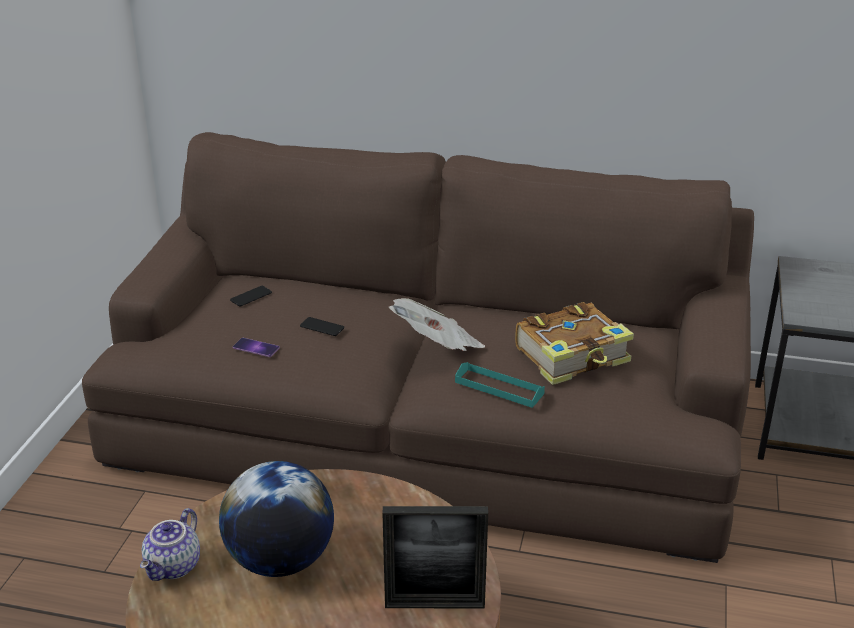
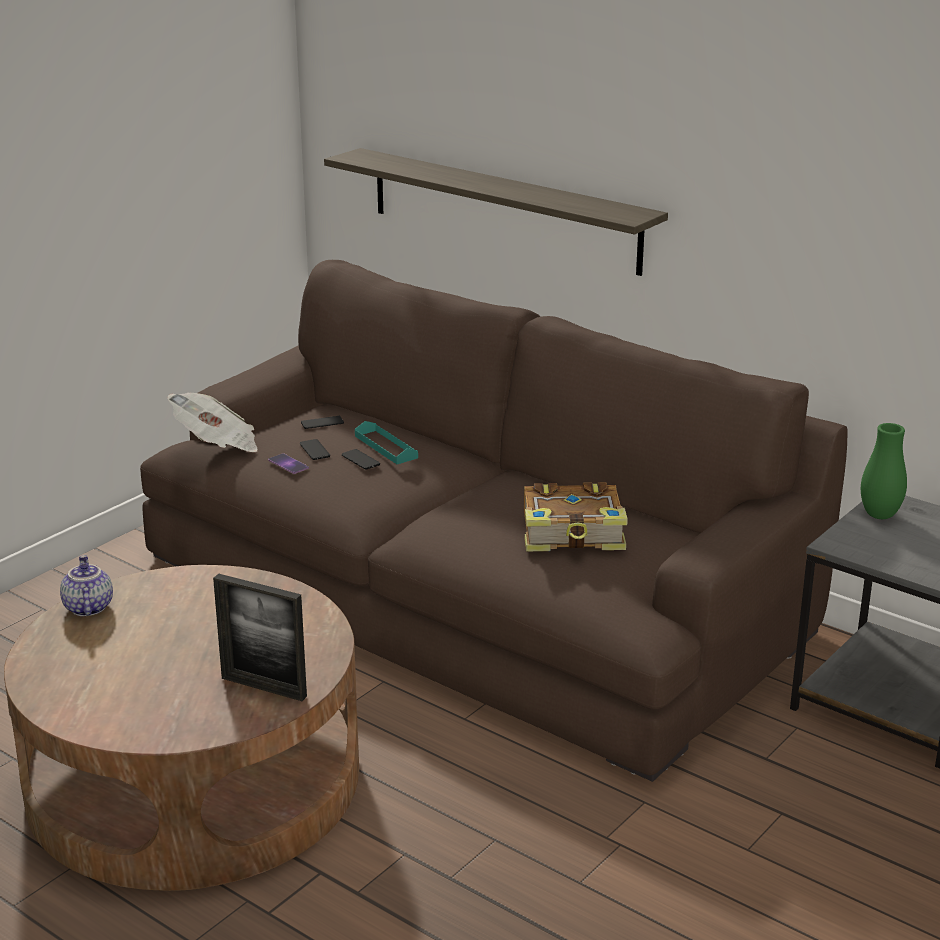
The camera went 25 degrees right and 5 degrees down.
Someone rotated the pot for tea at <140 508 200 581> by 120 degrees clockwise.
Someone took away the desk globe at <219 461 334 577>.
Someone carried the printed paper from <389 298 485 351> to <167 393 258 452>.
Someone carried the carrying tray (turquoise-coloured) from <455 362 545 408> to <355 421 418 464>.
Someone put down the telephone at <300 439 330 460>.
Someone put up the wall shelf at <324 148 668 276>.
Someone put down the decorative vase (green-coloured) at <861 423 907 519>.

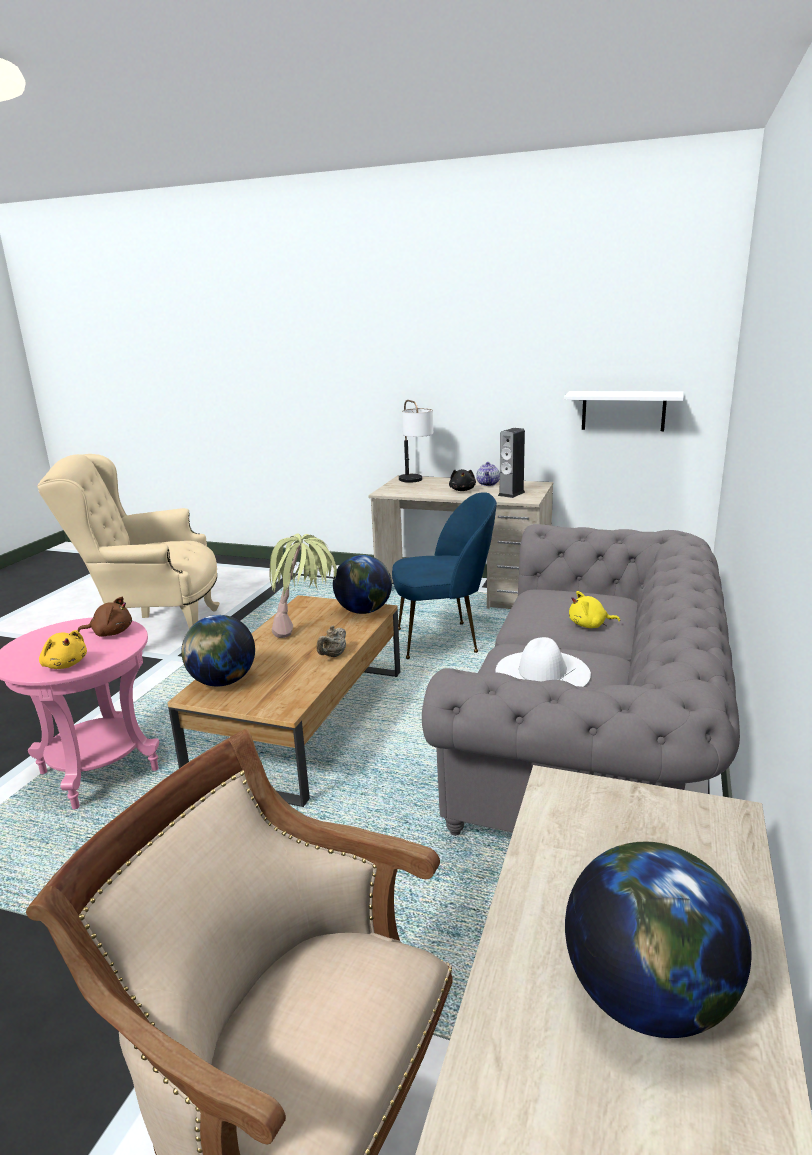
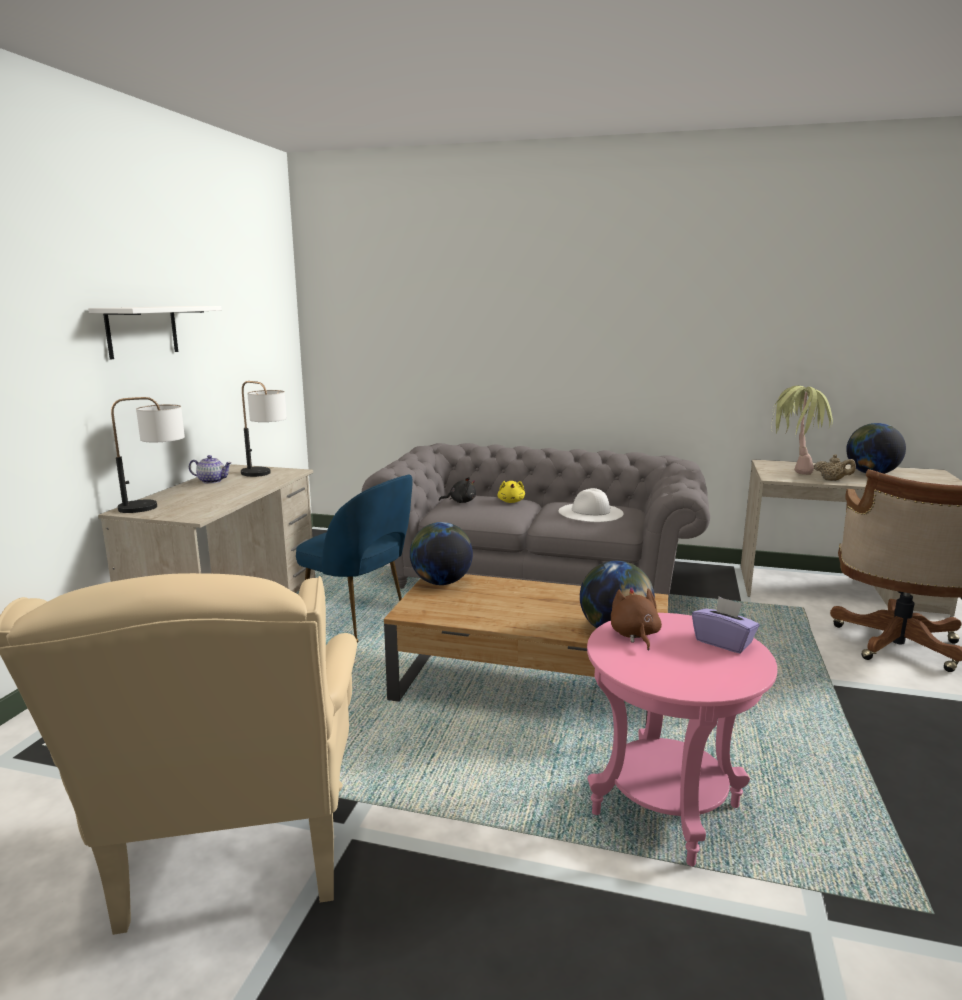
The camera went 95 degrees left and 5 degrees down.
Someone swapped the soft toy (yellow-coloured) at <39 630 87 669> for the box of tissues (purplish) at <692 597 760 654>.
Someone carried the houseplant from <269 533 337 638> to <771 386 833 475>.
Someone carried the pot for tea (sand-coloured) from <317 625 346 657> to <814 454 856 481>.
Someone rotated the chair (blue-coloured) at <392 492 497 659> by 135 degrees clockwise.
Someone carried the soft toy (black) from <449 469 476 491> to <439 477 476 503>.
Someone swapped the speaker at <498 428 525 498> for the tabletop lamp at <241 381 287 477>.
Someone carried the wall shelf (white) from <564 391 684 431> to <88 306 222 359>.

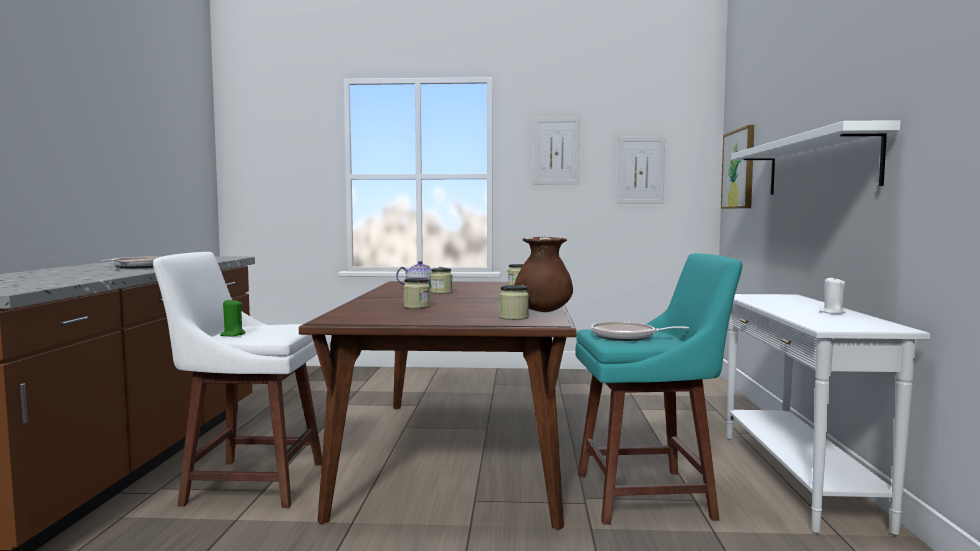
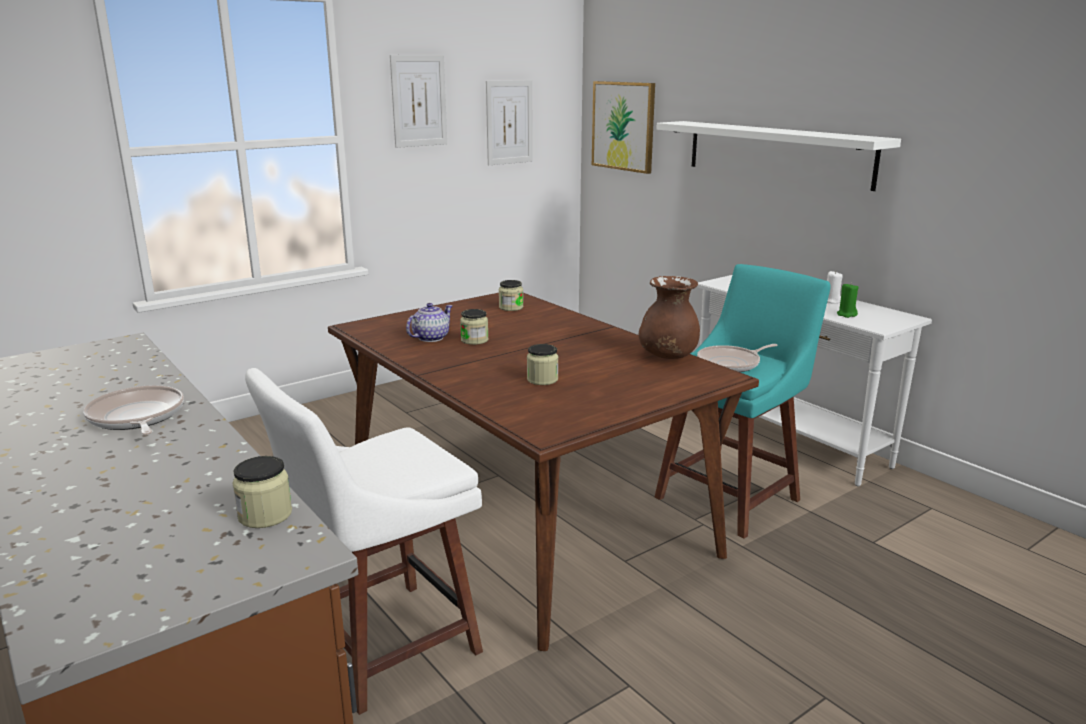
The camera went 40 degrees left and 15 degrees up.
Someone carried the candle (green-coloured) from <220 298 245 336> to <837 283 858 318>.
Someone carried the jar from <499 285 529 320> to <232 456 292 528>.

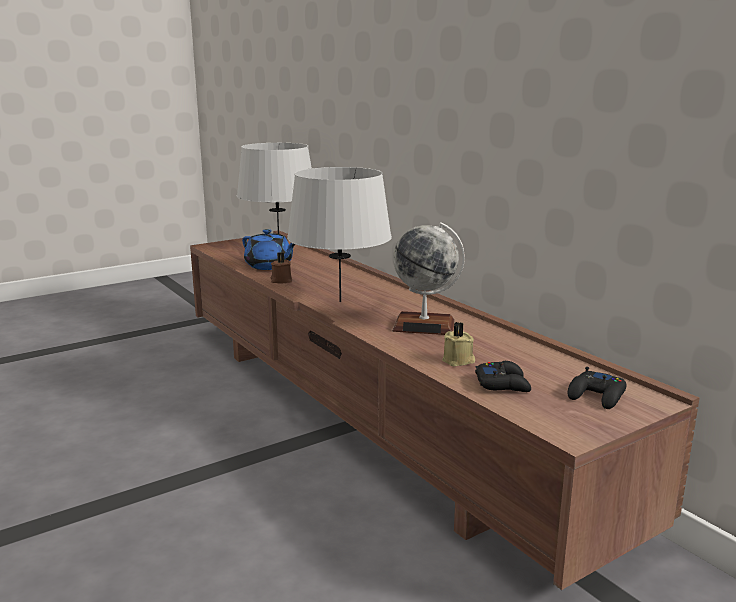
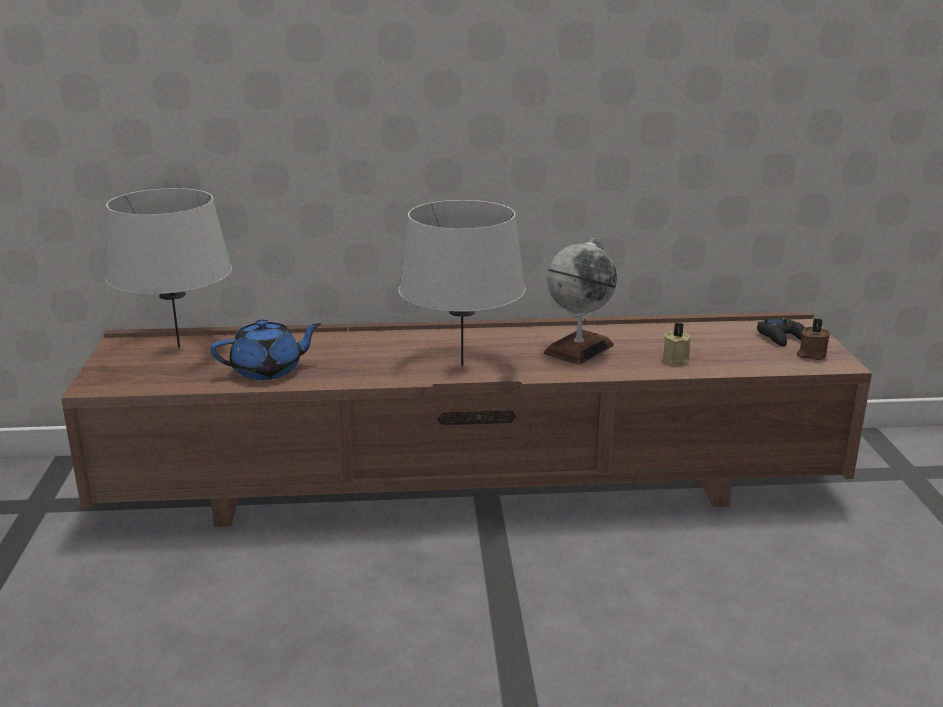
The camera went 60 degrees left and 5 degrees up.
Someone carried the candle (brownish) from <271 252 292 284> to <797 318 831 360>.
Someone took away the joypad (black) at <475 361 531 392>.

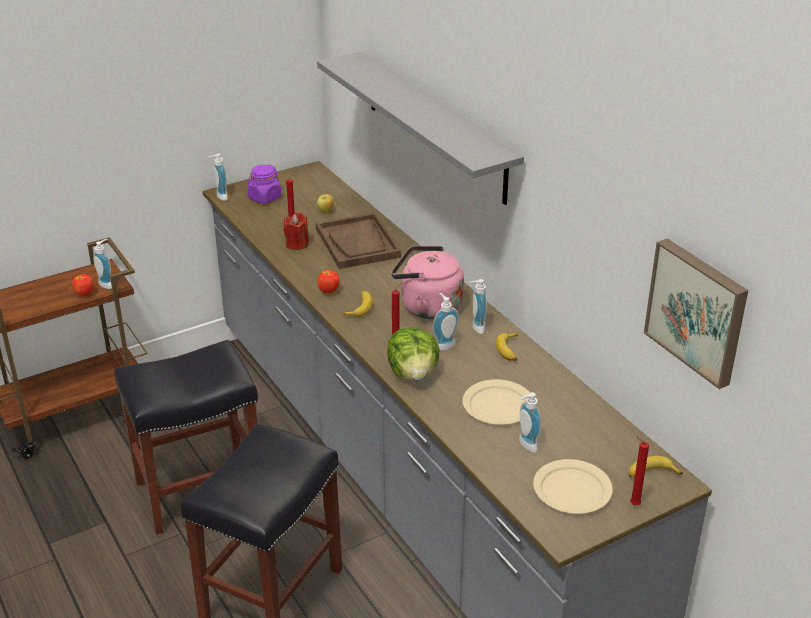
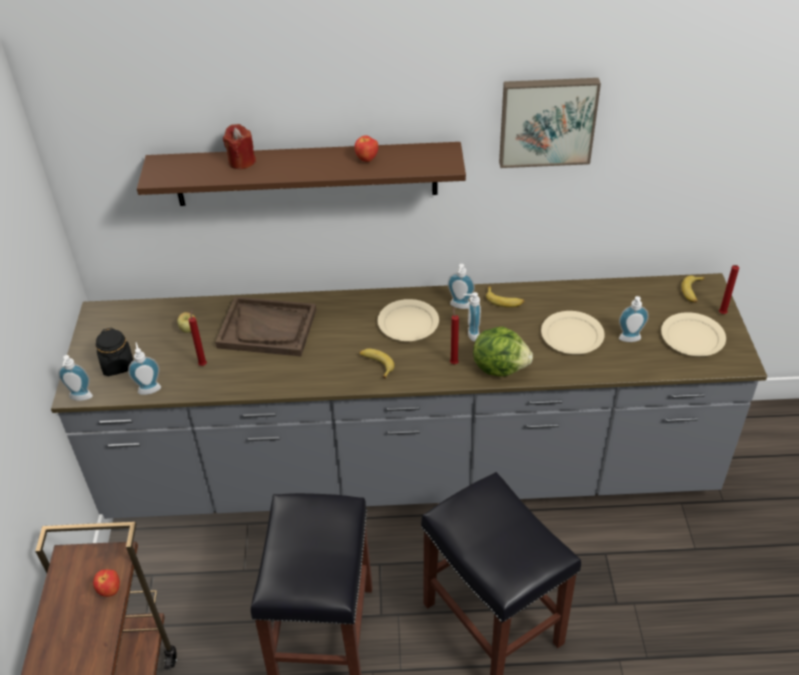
The camera went 60 degrees left and 10 degrees up.
Someone carried the soap bottle from <93 239 112 289> to <128 342 161 395>.
Someone repainted the jar (purplish) at <247 165 281 204>, which became the jar (black) at <96 327 133 376>.
Someone carried the candle (red-coloured) from <283 212 309 250> to <223 124 256 169>.
Someone repainted the wall shelf (gray) at <317 51 524 205>, which became the wall shelf (brownish) at <137 142 466 206>.
Someone carried the apple fruit from <317 270 340 294> to <355 135 378 162>.
Someone swapped the water kettle (pinkish) at <391 246 464 319> for the flat dish (sand-coloured) at <378 299 439 341>.
Someone carried the picture from <644 238 748 389> to <499 78 601 168>.

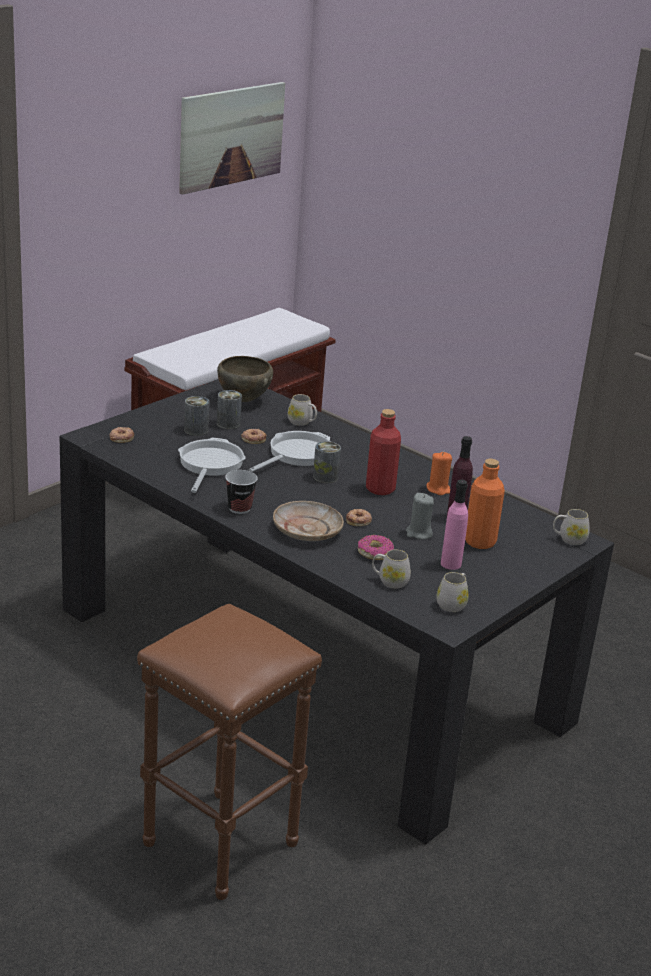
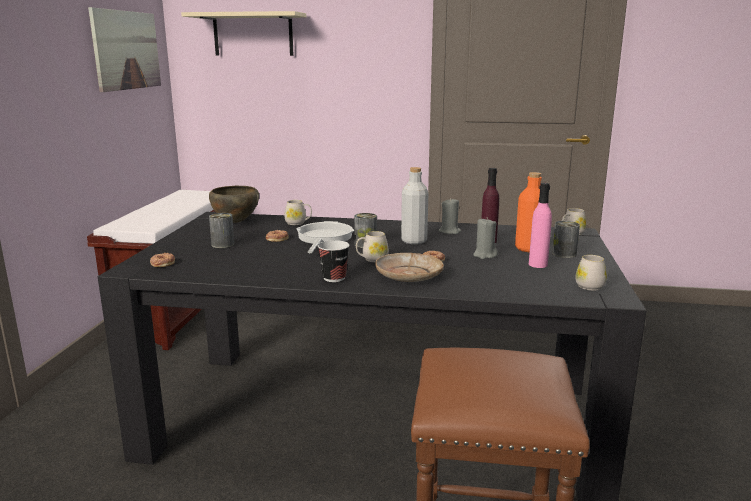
The camera went 30 degrees left and 10 degrees down.
Someone took away the skillet at <178 438 246 493>.
Someone carried the metal can from <217 390 242 429> to <552 221 580 258>.
Someone took away the doughnut at <358 535 394 560>.
Someone repainted the drink bottle (red-coloured) at <366 409 401 495>, which became the drink bottle (gray) at <401 167 428 244>.
Someone carried the tea mug (white) from <372 549 411 589> to <356 231 389 262>.
Someone repainted the candle (orange) at <426 452 452 495>, which became the candle (gray) at <439 199 461 234>.
Someone put up the wall shelf (sand-coloured) at <181 11 306 56>.

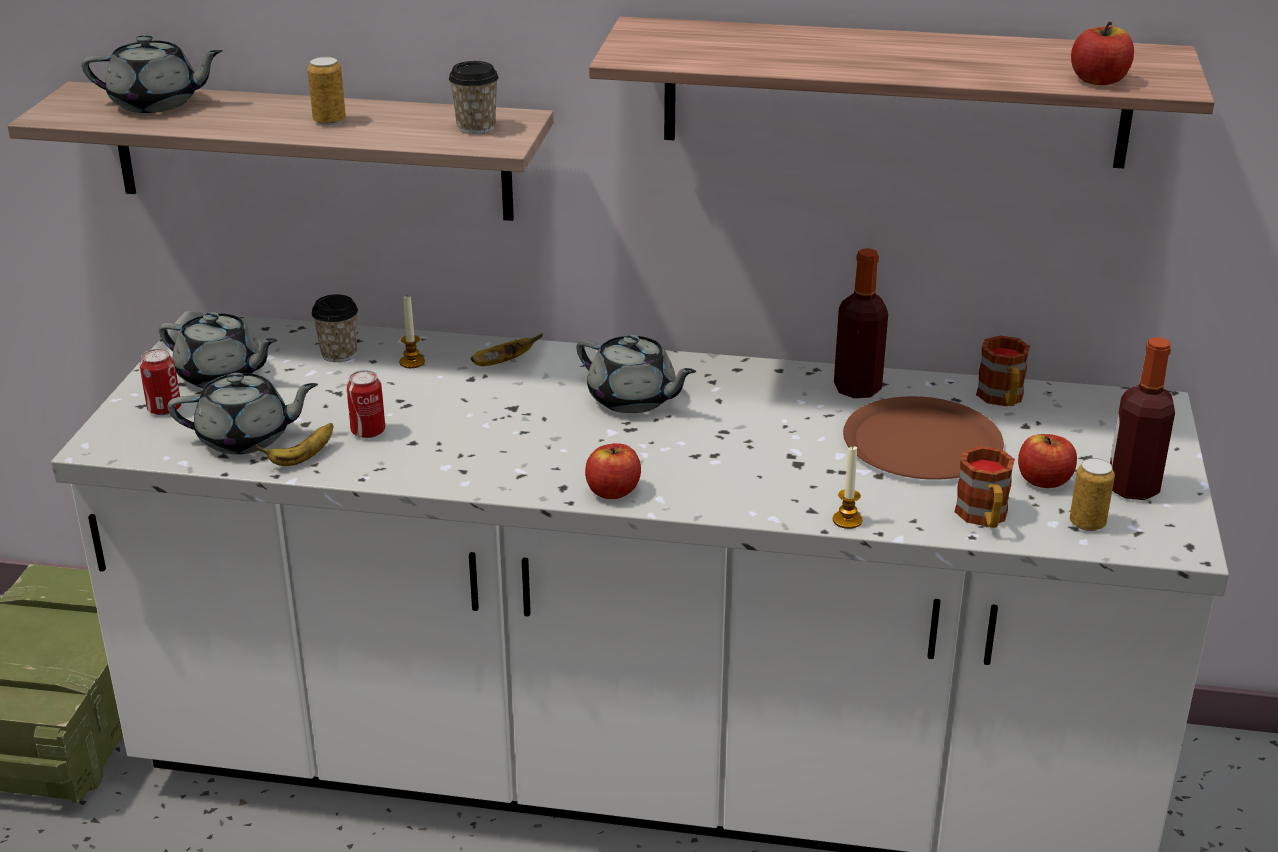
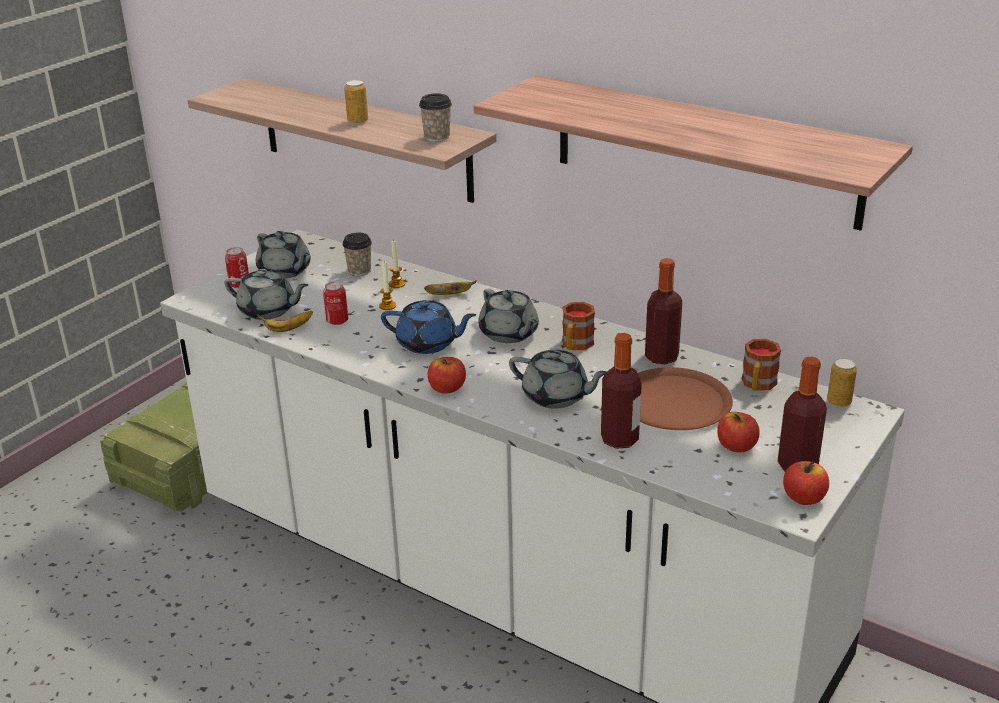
The camera went 25 degrees right and 0 degrees up.
Someone carried the pot for tea (gray) from <82 35 223 113> to <509 350 607 409>.
Someone carried the candle from <833 446 863 529> to <379 262 396 310>.
Someone carried the tea mug from <954 446 1015 528> to <562 302 595 350>.
Someone carried the metal can from <1070 458 1115 531> to <827 358 857 407>.
Someone carried the apple fruit from <1071 22 1134 85> to <783 461 829 505>.
Someone put down the pot for tea (blue-coloured) at <381 300 476 354>.
Someone put down the drink bottle at <601 333 642 449>.

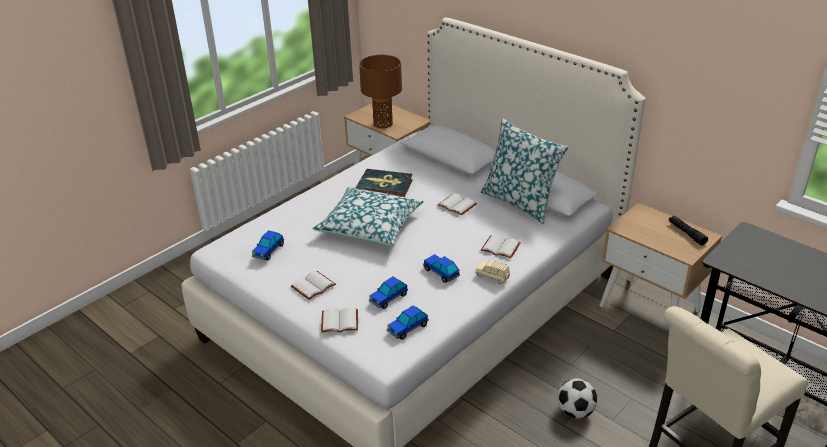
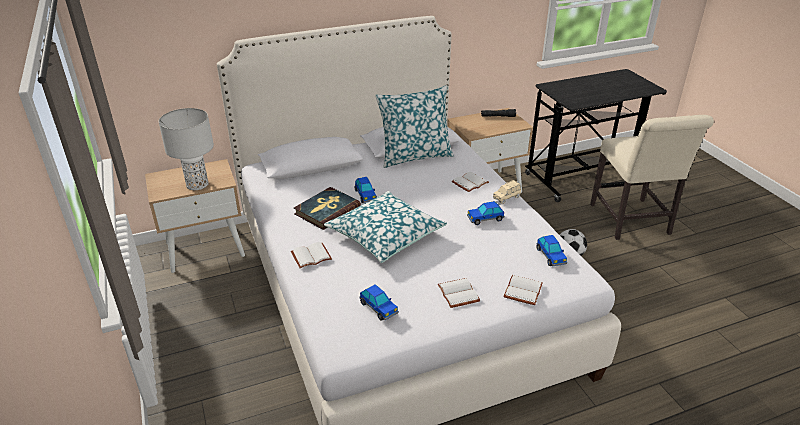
The camera went 65 degrees left and 0 degrees up.
Someone repainted the tabletop lamp (brownish) at <359 55 402 128>, which became the tabletop lamp (white) at <159 108 214 190>.
Someone carried the toy car from <369 276 408 309> to <355 177 377 203>.
Someone carried the volume (white) from <438 193 477 215> to <291 242 332 268>.

